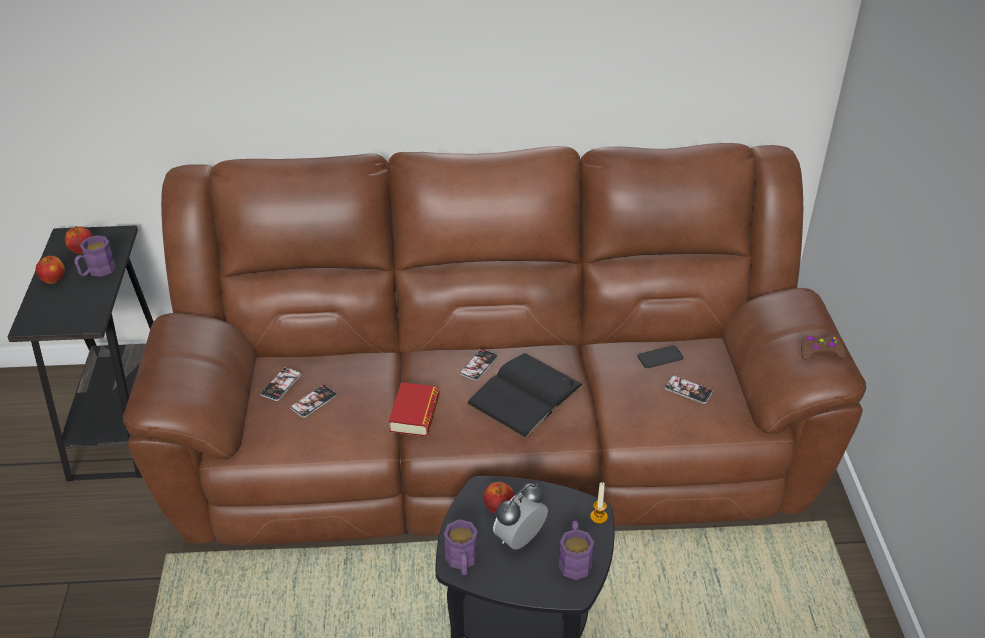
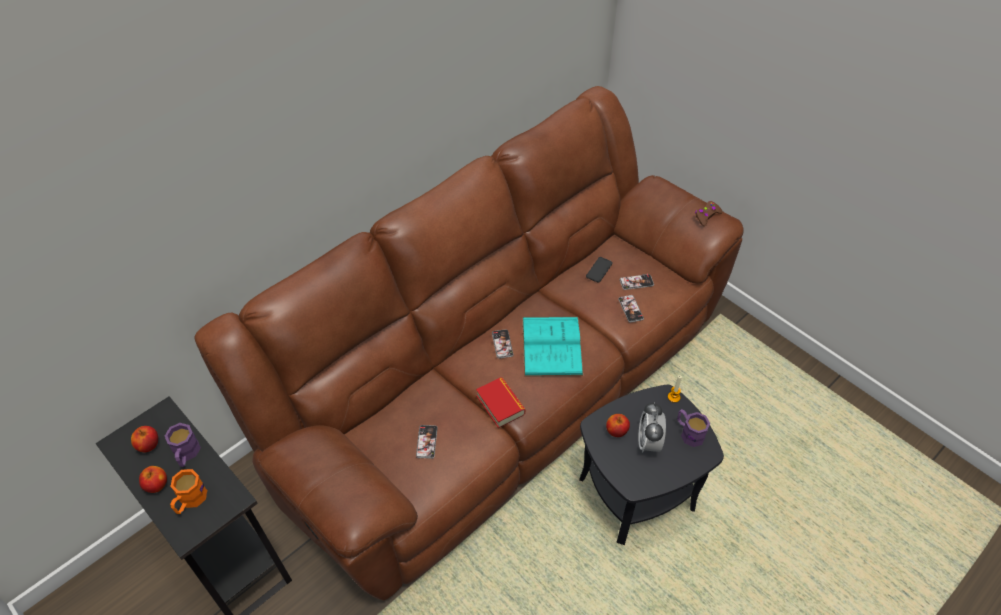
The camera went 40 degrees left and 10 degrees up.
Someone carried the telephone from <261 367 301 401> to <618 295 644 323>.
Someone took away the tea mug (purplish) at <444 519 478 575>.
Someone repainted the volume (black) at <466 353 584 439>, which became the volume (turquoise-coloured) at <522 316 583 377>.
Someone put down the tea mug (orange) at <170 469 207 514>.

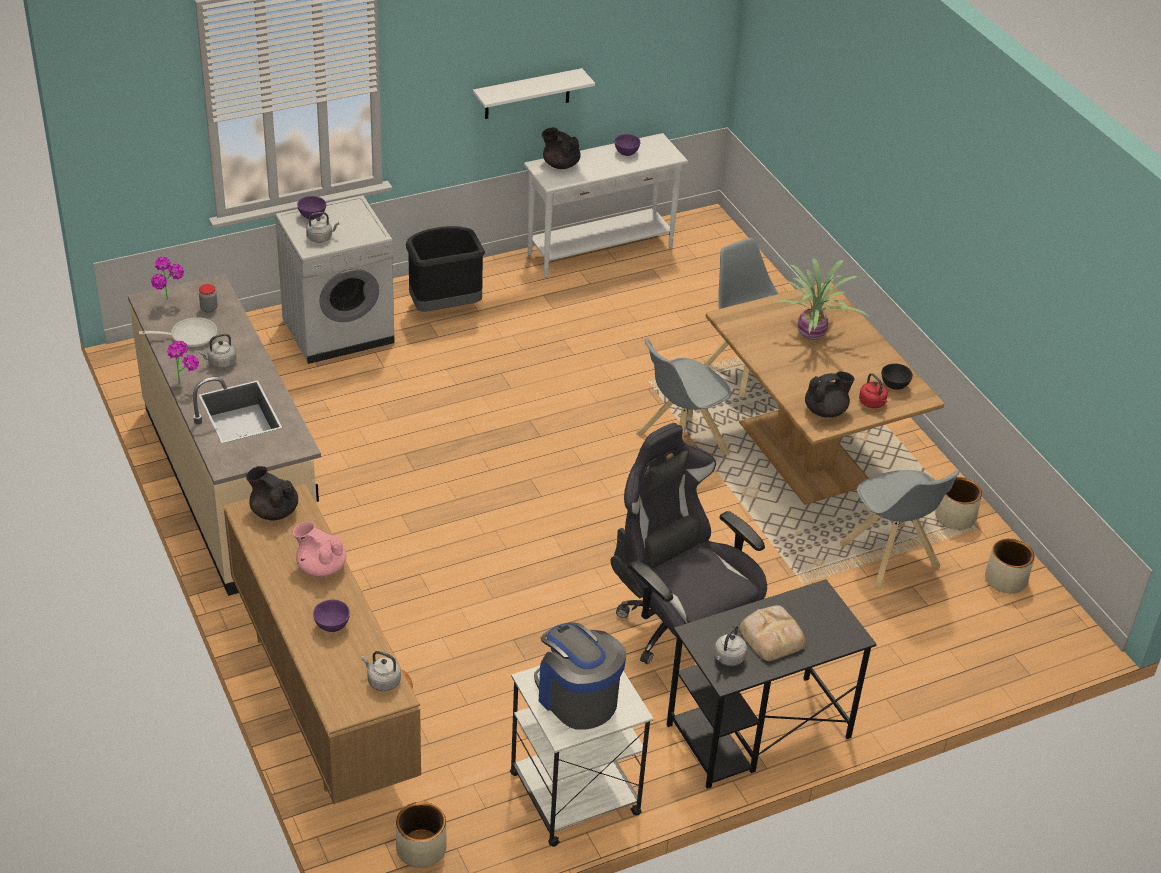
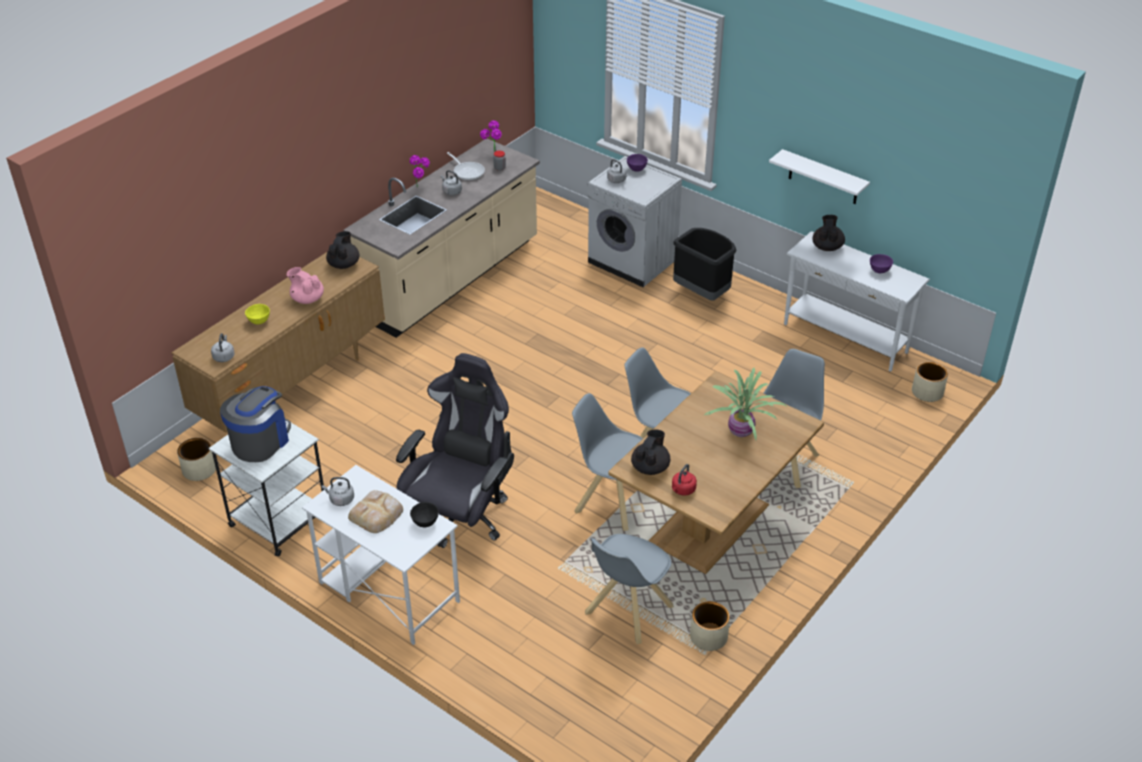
The camera went 65 degrees right and 0 degrees up.
Someone rotated the pot for tea (pinkish) at <293 521 346 577> by 60 degrees counterclockwise.
Someone repainted the bowl (purplish) at <313 600 350 632>, which became the bowl (yellow-coloured) at <245 304 270 324>.
Someone repainted the desk table (black) at <667 579 877 789>, which became the desk table (white) at <302 465 460 645>.
Someone rotated the pot for tea (black) at <805 371 855 418> by 105 degrees counterclockwise.
Someone carried the bowl (black) from <882 363 913 390> to <410 502 439 527>.
Someone carried the flower pot (sand-coloured) from <985 538 1035 593> to <912 362 948 402>.
Someone put down the chair (gray) at <572 393 643 531>.

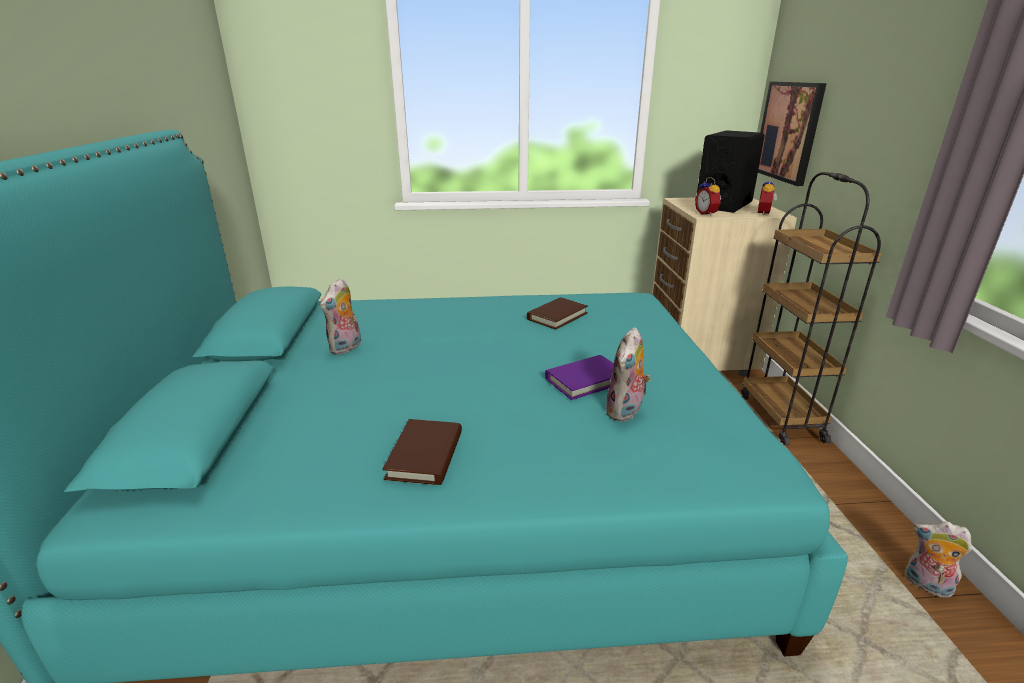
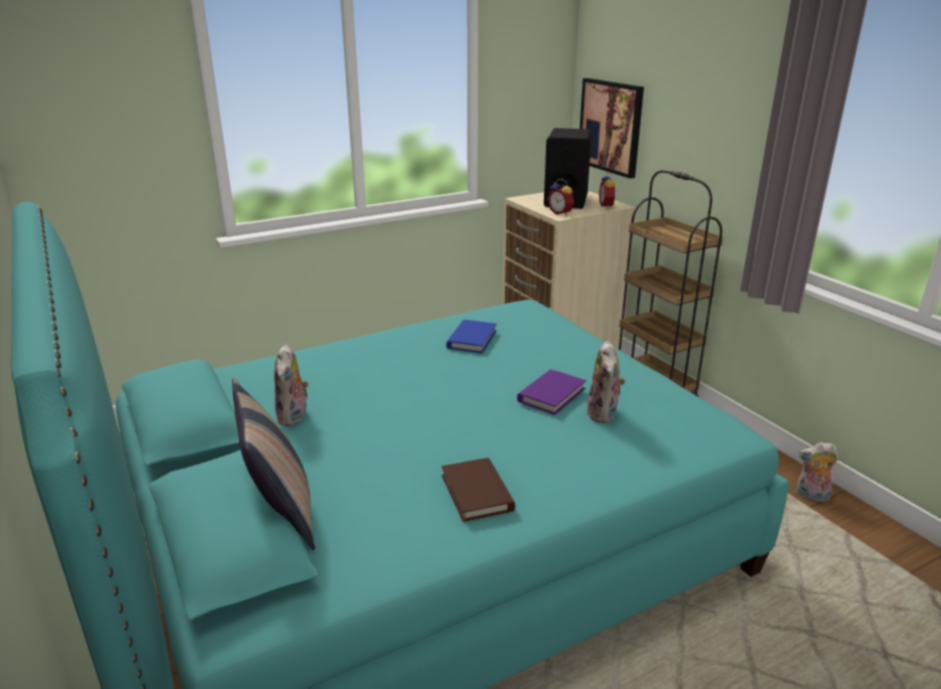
The camera went 25 degrees left and 0 degrees up.
Someone repainted the volume (brownish) at <527 297 588 330>, which became the volume (blue-coloured) at <446 320 497 353>.
Someone put down the throw pillow at <232 377 315 550>.

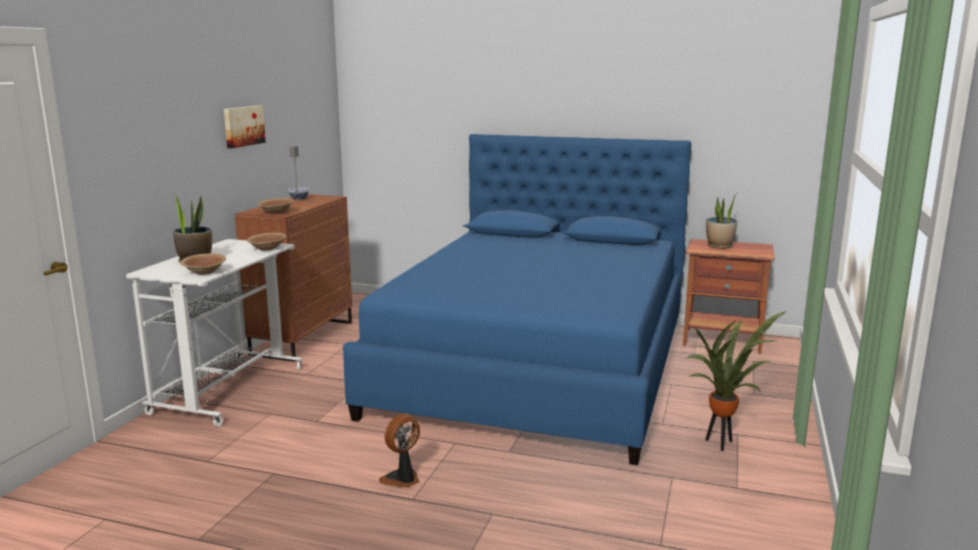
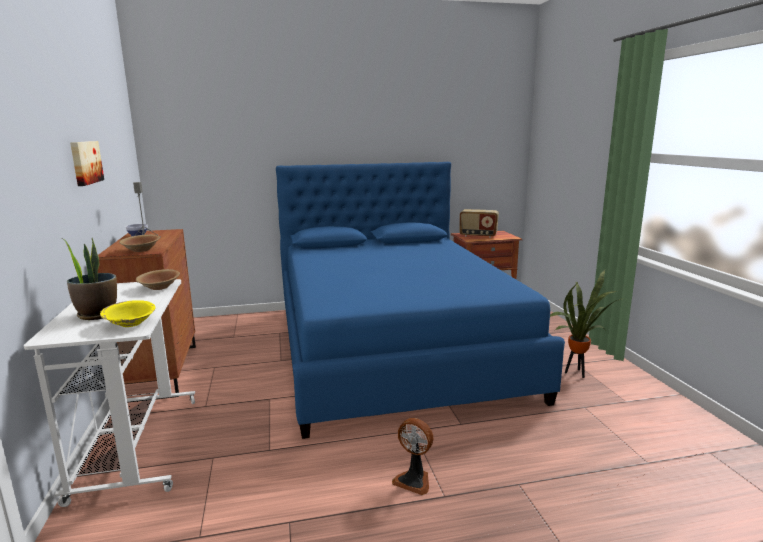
The camera went 30 degrees left and 0 degrees up.
Someone repainted the bowl (brownish) at <180 253 226 275>, which became the bowl (yellow-coloured) at <100 300 156 327>.
Someone rotated the cooling fan at <379 414 420 488> by 75 degrees counterclockwise.
Someone swapped the houseplant at <706 192 738 249> for the radio receiver at <459 209 499 238>.

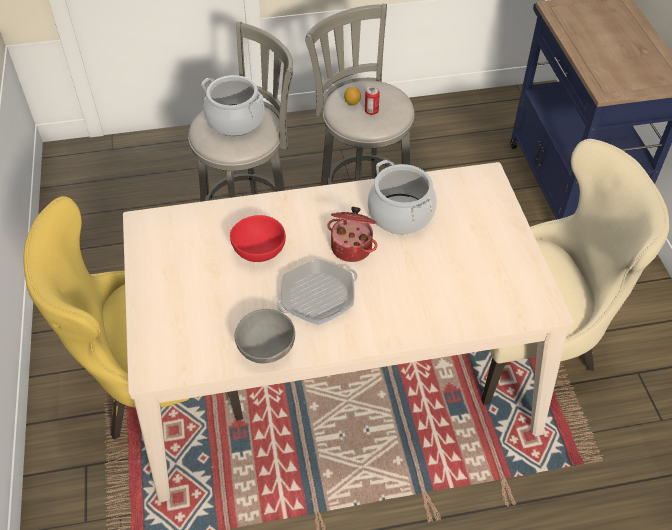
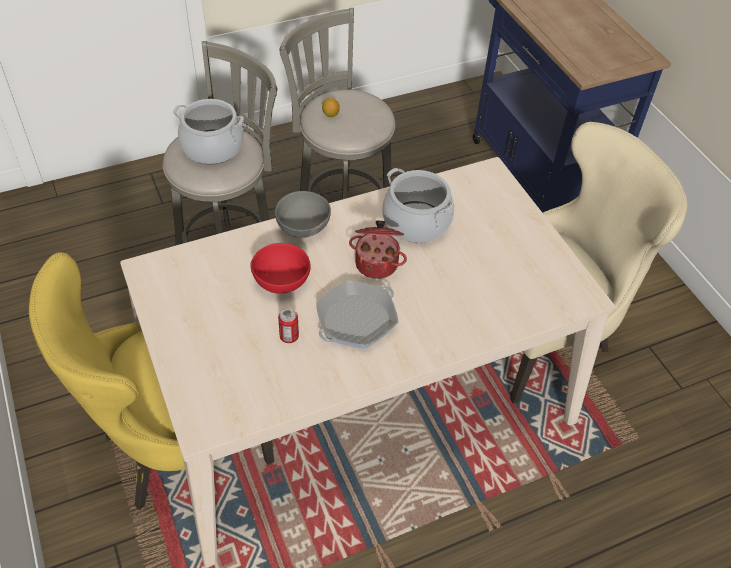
The camera went 15 degrees left and 0 degrees up.
Someone carried the bowl (gray) from <235 309 295 363> to <275 191 331 238>.
Someone carried the metal can from <365 86 380 115> to <278 308 299 343>.

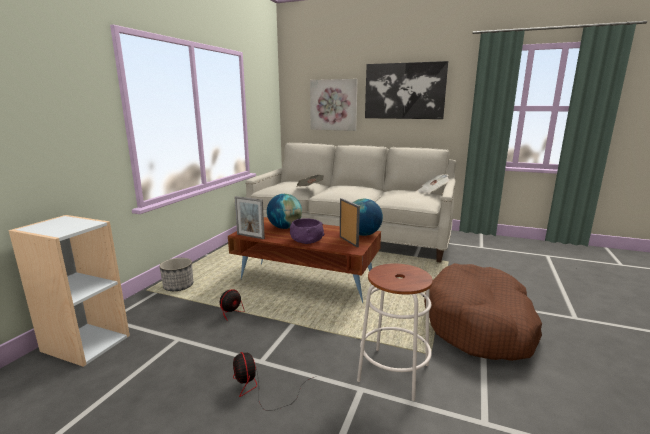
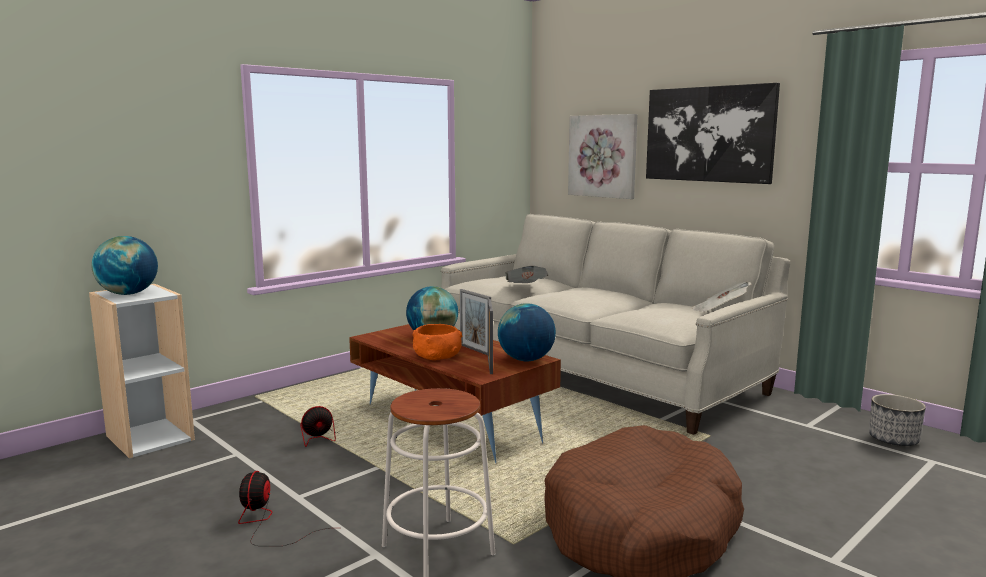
The camera went 25 degrees right and 5 degrees down.
Someone carried the flower pot from <160 258 193 291> to <869 394 926 446>.
Someone carried the photo frame from <235 196 265 239> to <460 289 491 355>.
Someone repainted the bowl (purplish) at <290 218 324 244>, which became the bowl (orange) at <413 324 462 360>.
Someone put down the desk globe at <91 236 158 295>.

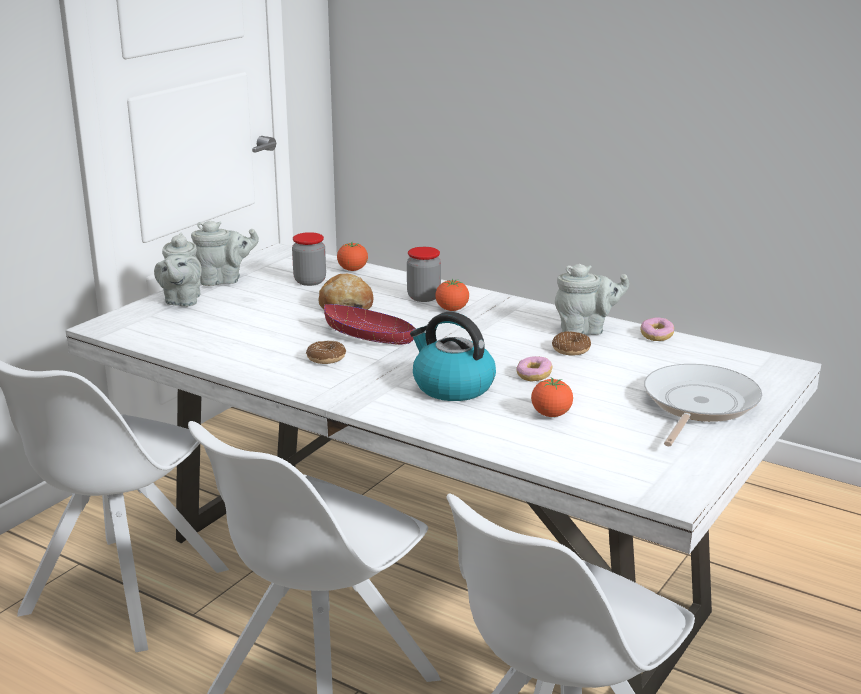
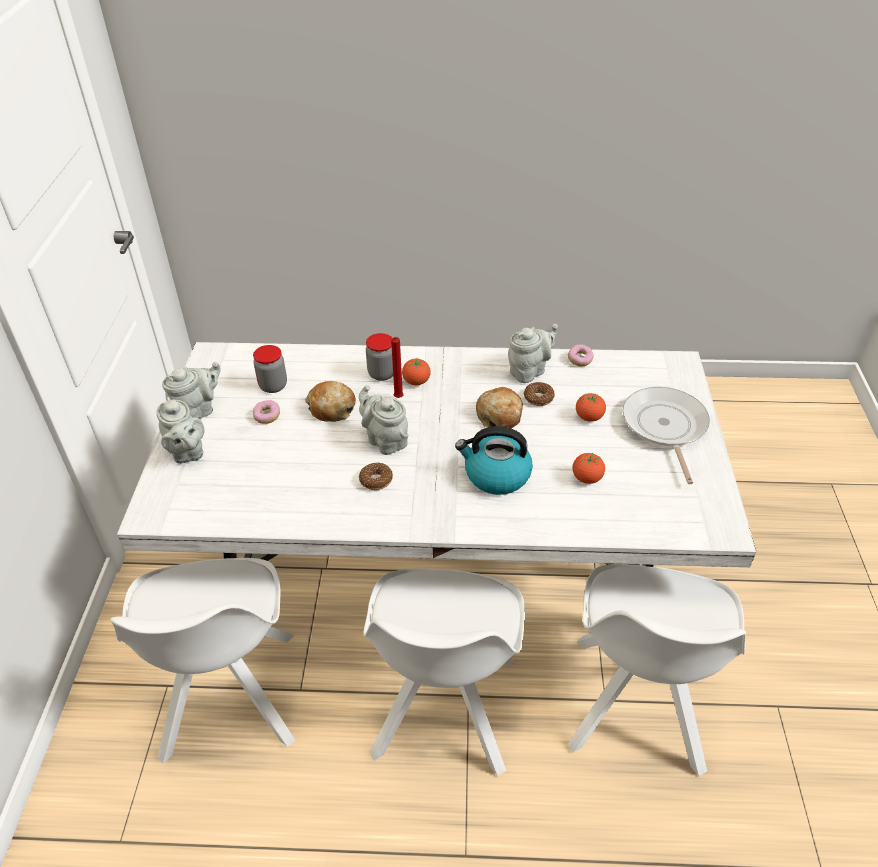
The camera went 30 degrees left and 20 degrees up.
Someone swapped the bowl (red-coloured) at <324 304 416 345> for the pot for tea (gray) at <359 385 408 455>.
Someone carried the fresh tomato from <337 242 368 271> to <576 393 606 422>.
Someone carried the doughnut from <516 356 552 382> to <253 400 280 424>.
Someone put down the candle (red-coloured) at <391 337 404 398>.
Someone put down the baked bread at <476 387 523 428>.

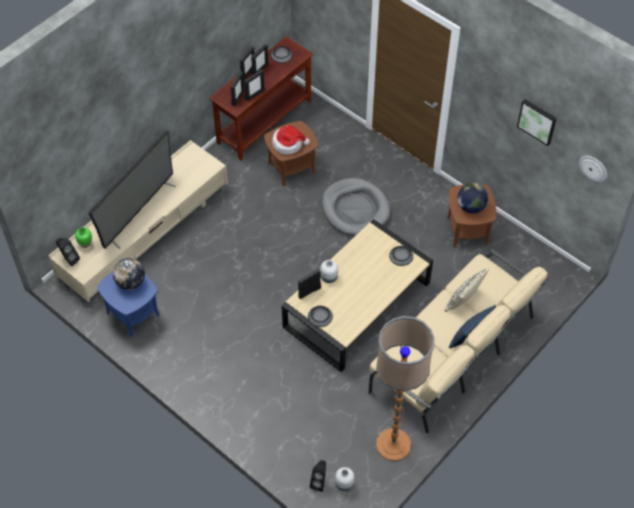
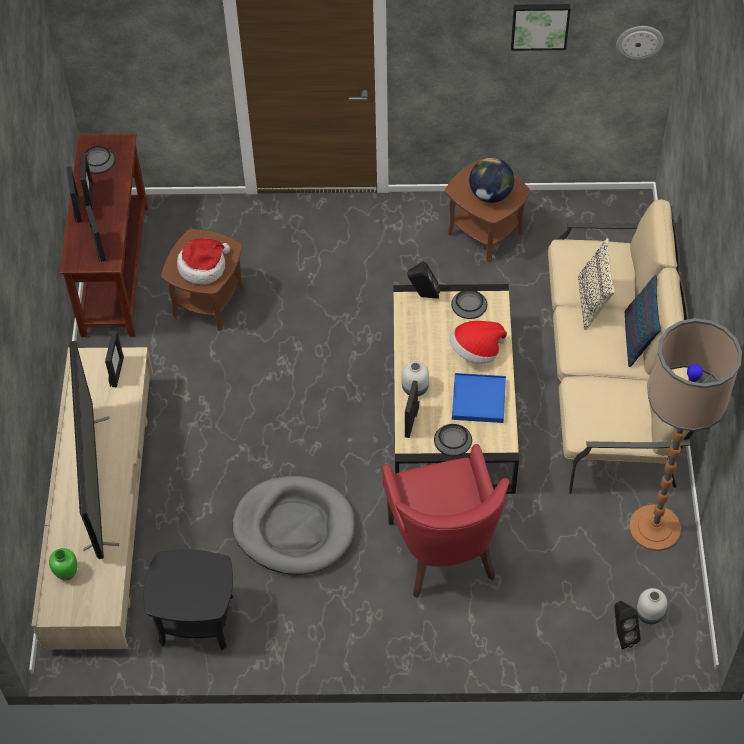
The camera went 40 degrees left and 0 degrees up.
Someone carried the speaker (black) from <56 238 80 266> to <407 262 440 299>.
Someone repainted the end table (blue-coloured) at <97 271 160 337>, which became the end table (black) at <144 550 233 650>.
Someone took away the desk globe at <113 258 145 290>.
Someone carried the photo frame from <244 69 265 101> to <105 331 124 387>.
Someone carried the dog cushion (gray) from <322 178 390 236> to <233 476 354 575>.
Someone put down the easy chair (red-coloured) at <382 444 509 598>.
Someone put down the hat at <450 321 507 364>.
Someone put down the carrying tray (blue-coloured) at <452 373 506 423>.

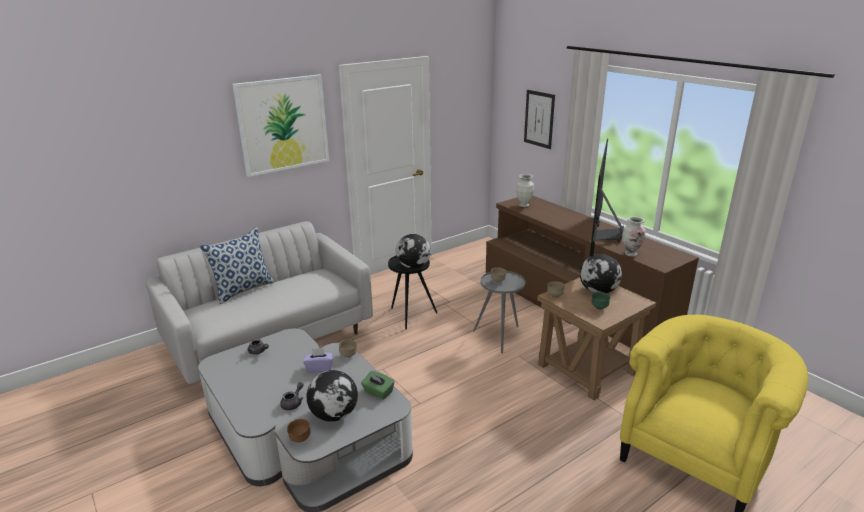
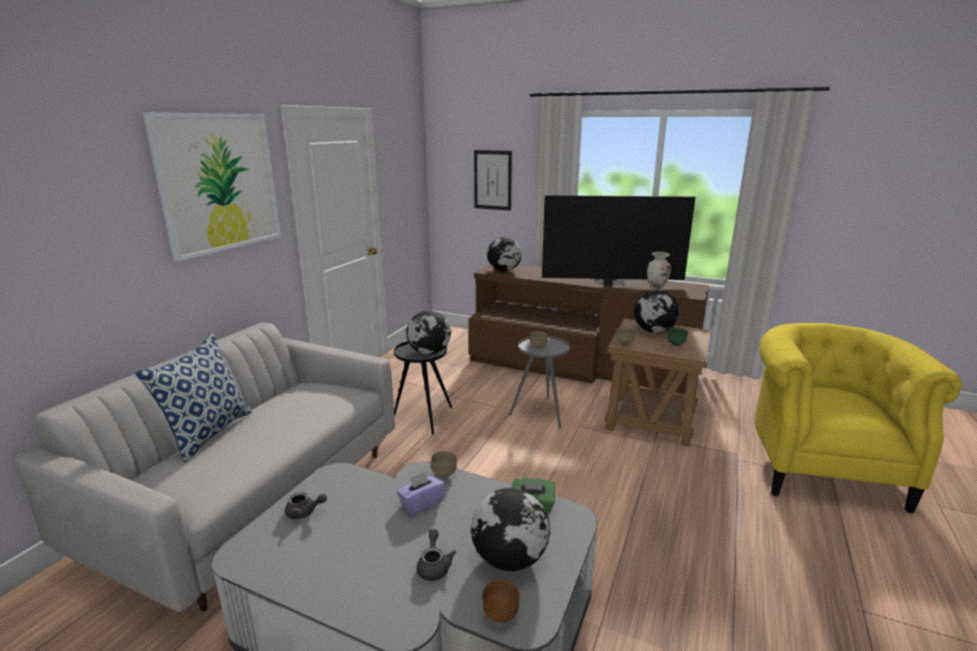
The camera went 30 degrees left and 5 degrees down.
Someone swapped the decorative vase at <516 174 534 207> for the desk globe at <487 237 522 271>.
Someone rotated the television at <590 139 624 257> by 75 degrees counterclockwise.

